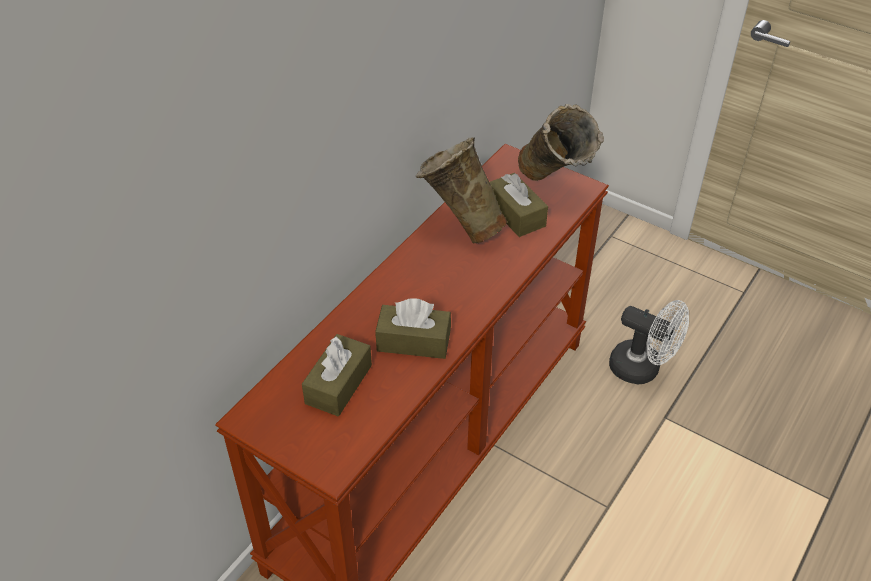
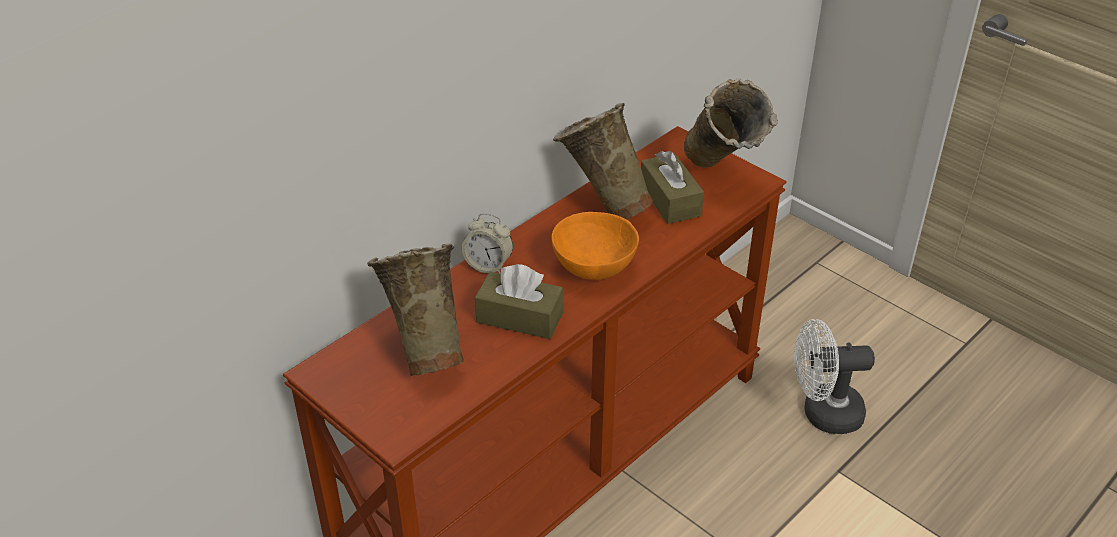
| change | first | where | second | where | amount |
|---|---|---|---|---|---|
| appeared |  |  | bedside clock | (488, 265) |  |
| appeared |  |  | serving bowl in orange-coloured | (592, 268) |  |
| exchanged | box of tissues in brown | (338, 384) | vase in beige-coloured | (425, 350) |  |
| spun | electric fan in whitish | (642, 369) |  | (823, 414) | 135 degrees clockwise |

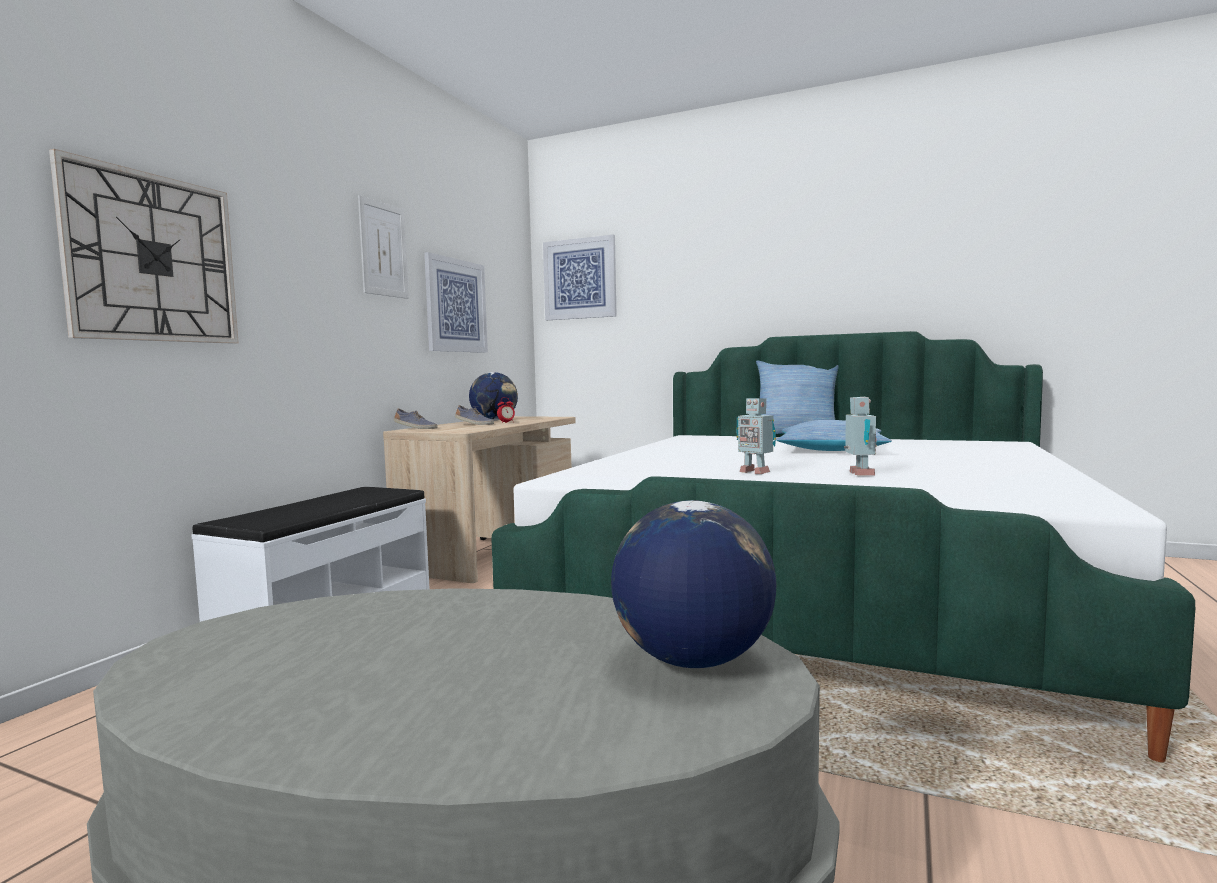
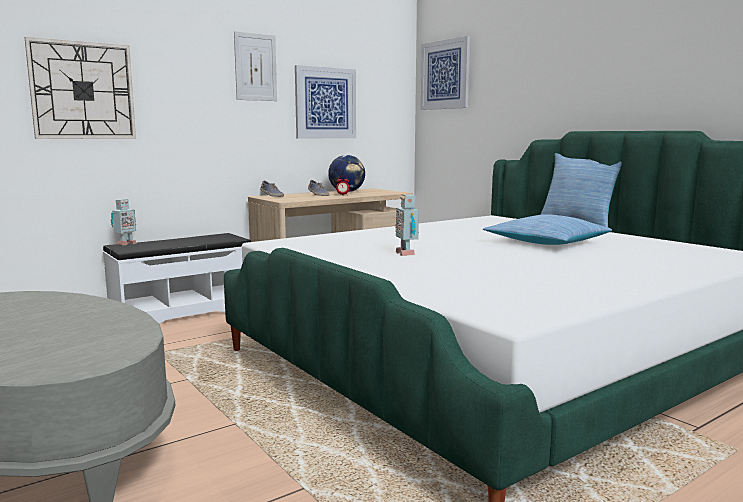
| change | first | where | second | where | amount |
|---|---|---|---|---|---|
| missing | world globe | (692, 660) |  |  |  |
| relocated | model robot | (859, 474) |  | (125, 244) |  |

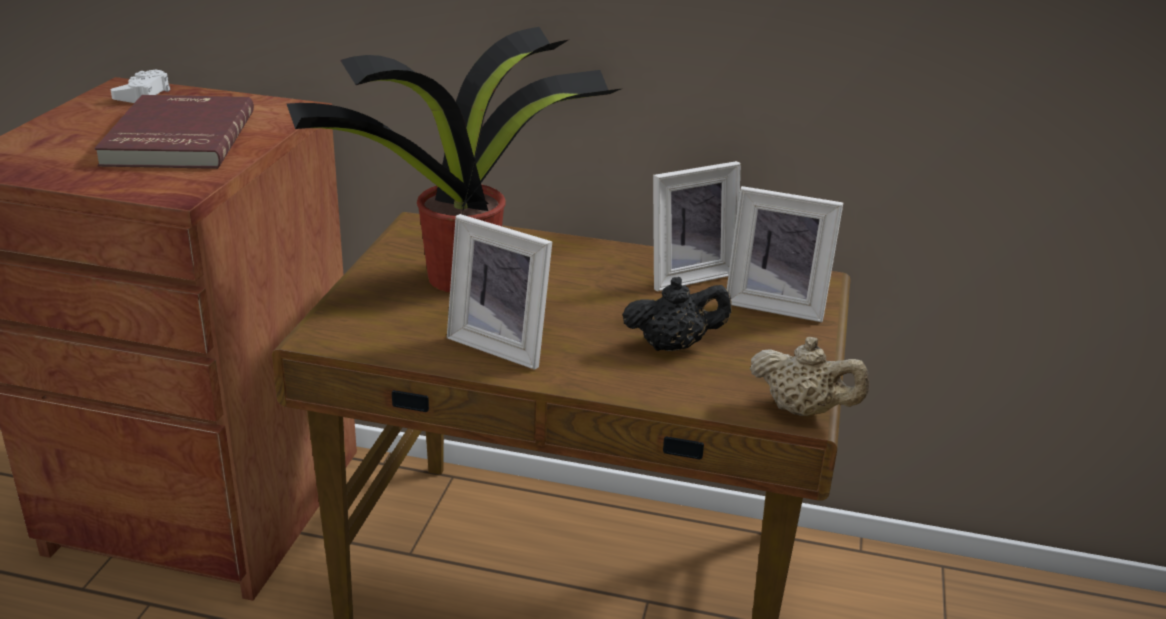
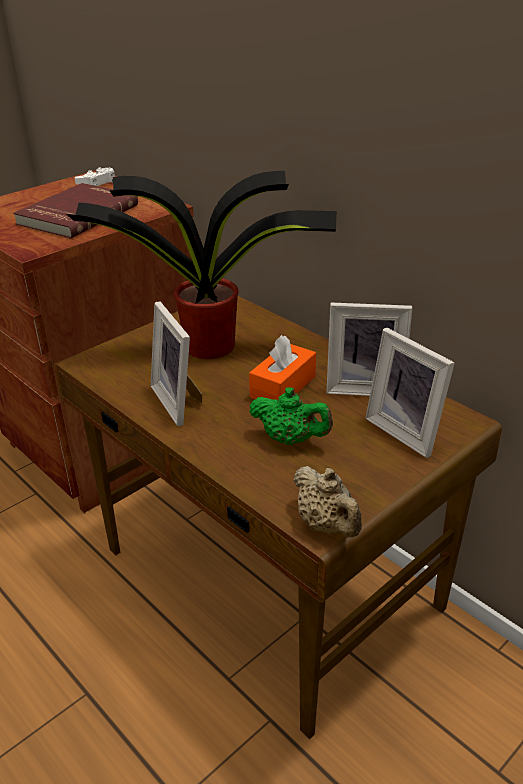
| change | first | where | second | where | amount |
|---|---|---|---|---|---|
| appeared |  |  | box of tissues in orange-coloured | (283, 387) |  |
| colour | teapot in black-coloured | (673, 346) | teapot in green-coloured | (290, 439) |  |

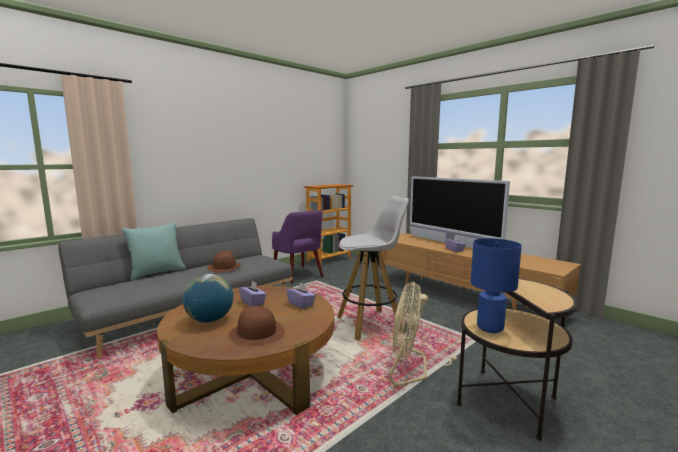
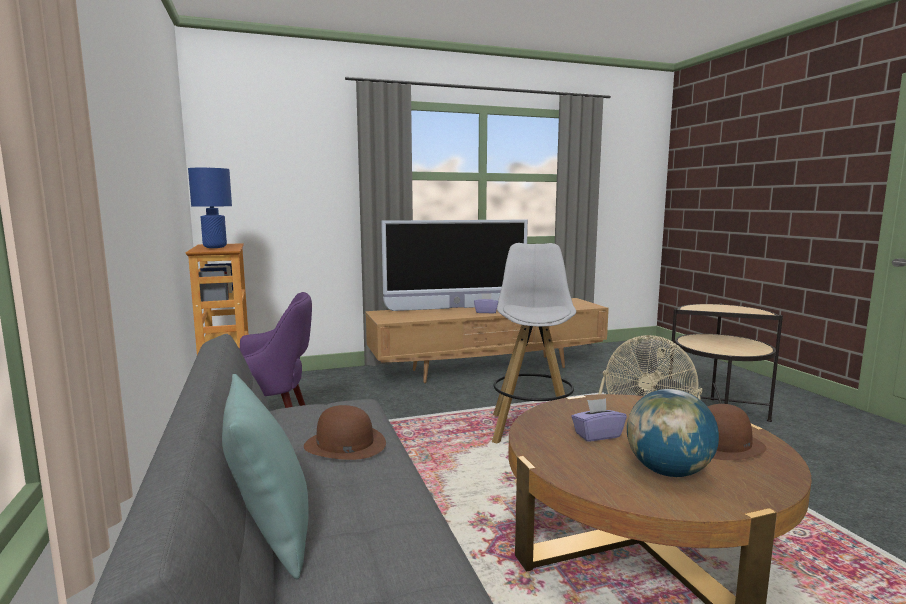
| change | first | where | second | where | amount |
|---|---|---|---|---|---|
| missing | box of tissues in purplish | (301, 304) |  |  |  |
| relocated | tabletop lamp in blue-coloured | (490, 330) |  | (215, 248) |  |

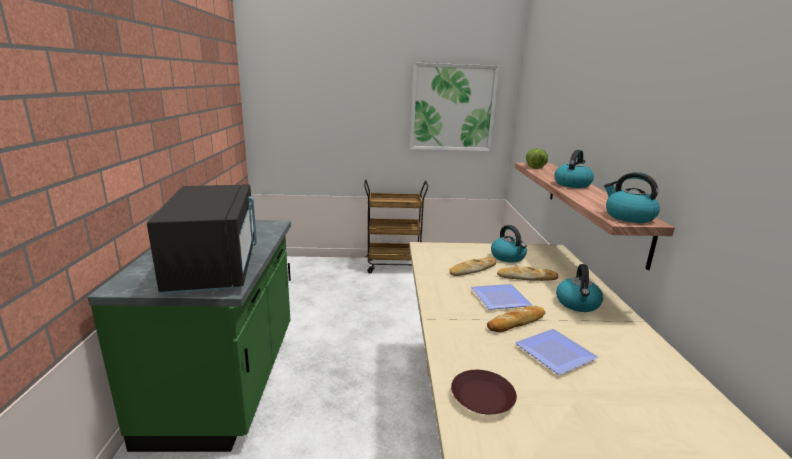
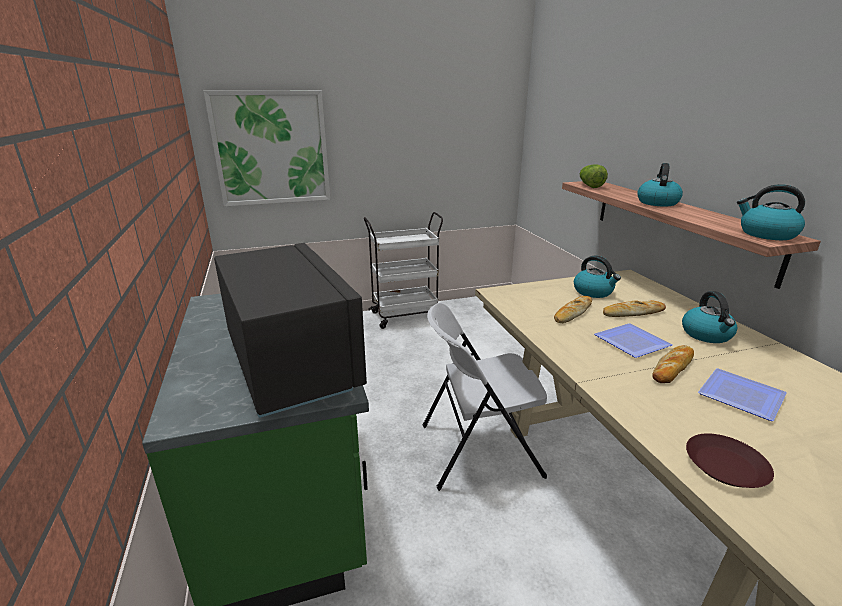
| change | first | where | second | where | amount |
|---|---|---|---|---|---|
| appeared |  |  | plain chair in whitish | (479, 449) |  |
| relocated | wall art | (452, 108) |  | (271, 148) |  |
| colour | trolley in brown | (393, 266) | trolley in whitish | (405, 316) |  |

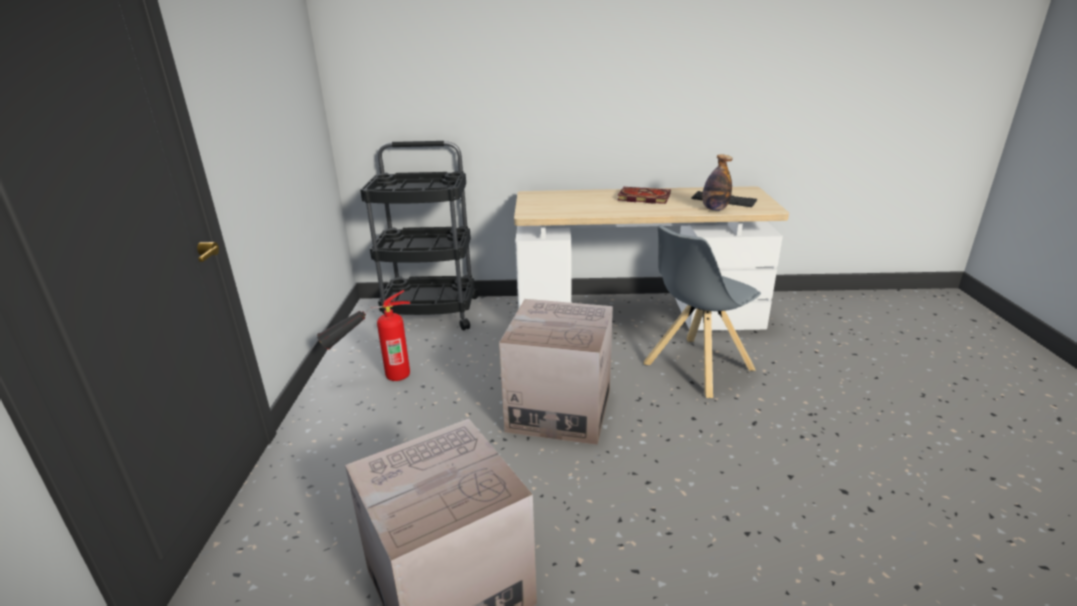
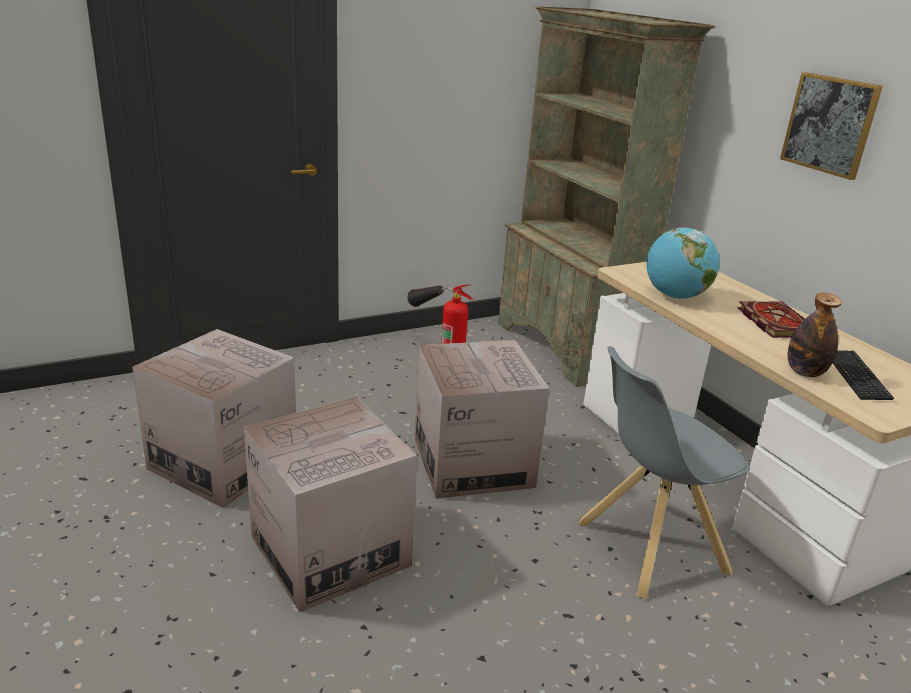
| change | first | where | second | where | amount |
|---|---|---|---|---|---|
| appeared |  |  | packing box | (330, 551) |  |
| appeared |  |  | world globe | (675, 296) |  |
| appeared |  |  | wall art | (830, 124) |  |
| exchanged | trolley in black-coloured | (430, 314) | shelving unit in green-coloured | (565, 347) |  |
| spun | plain chair in grey | (695, 367) |  | (647, 547) | 45 degrees counterclockwise |

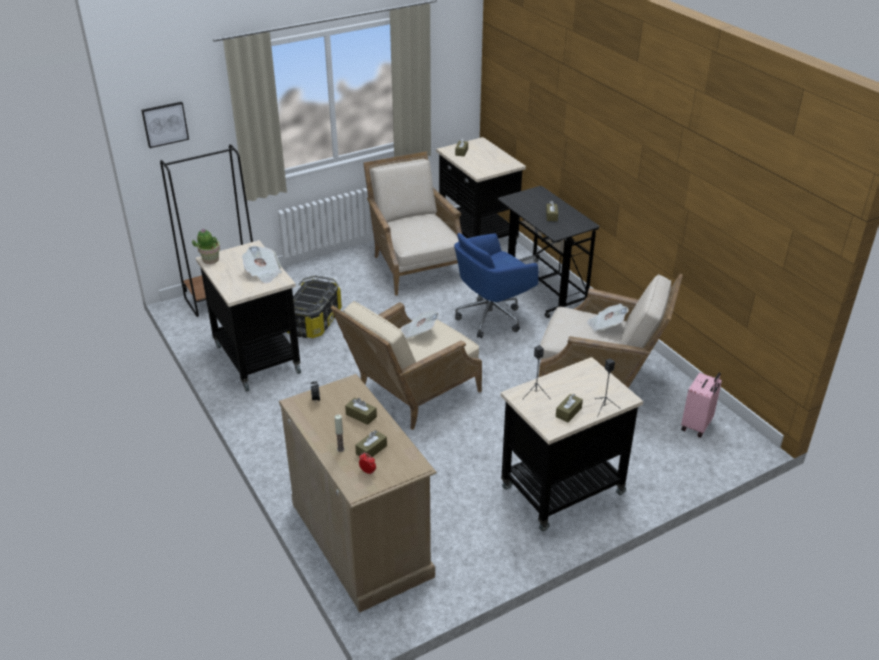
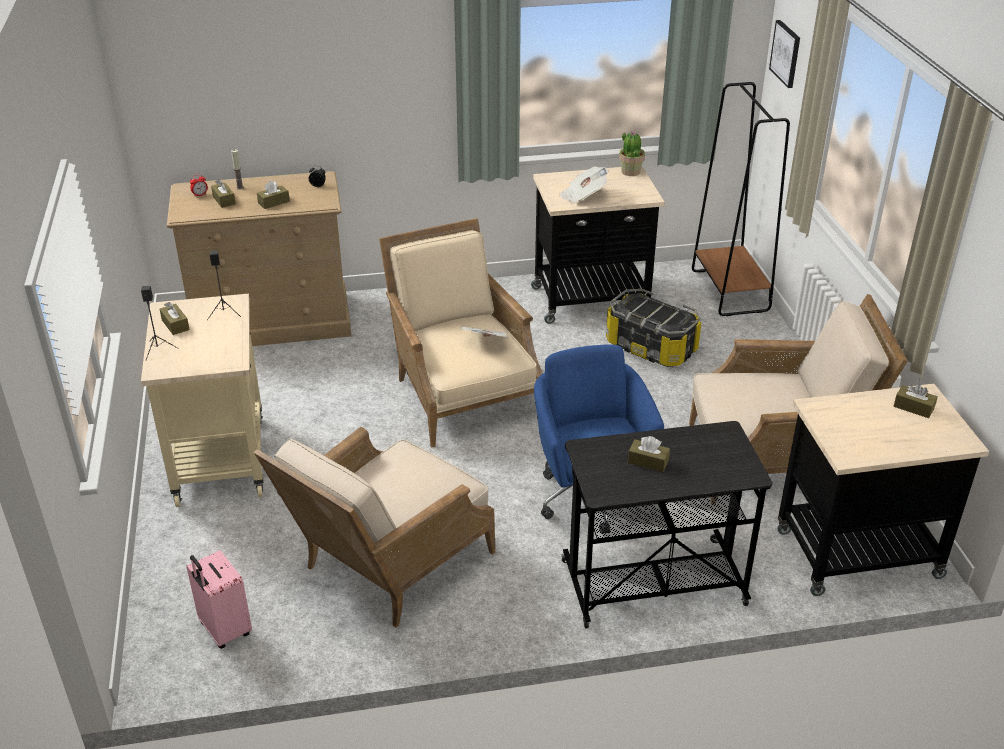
| change | first | where | second | where | amount |
|---|---|---|---|---|---|
| missing | newspaper | (605, 326) |  |  |  |
| colour | trolley in black-coloured | (562, 492) | trolley in beige-coloured | (220, 460) |  |

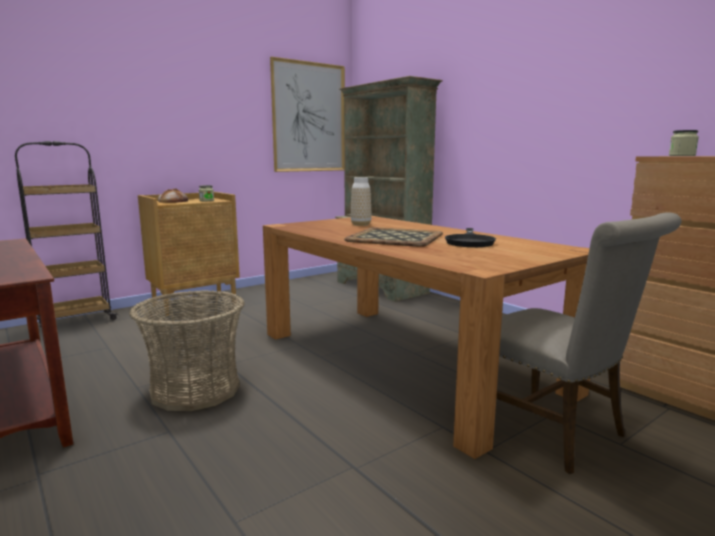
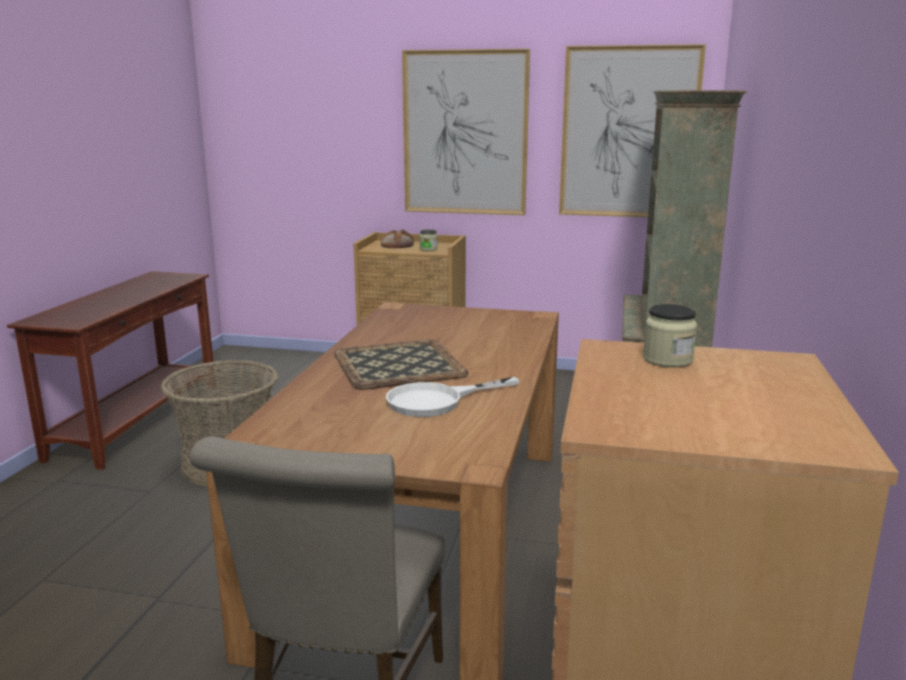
| change | first | where | second | where | amount |
|---|---|---|---|---|---|
| missing | trolley in brown | (77, 322) |  |  |  |
| missing | vase | (361, 224) |  |  |  |
| appeared |  |  | wall art | (465, 133) |  |
| colour | frying pan in black-coloured | (470, 241) | frying pan in whitish | (437, 400) |  |

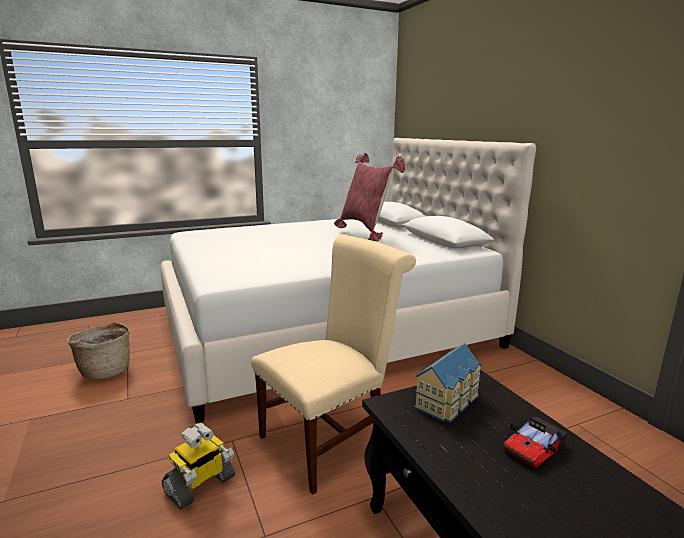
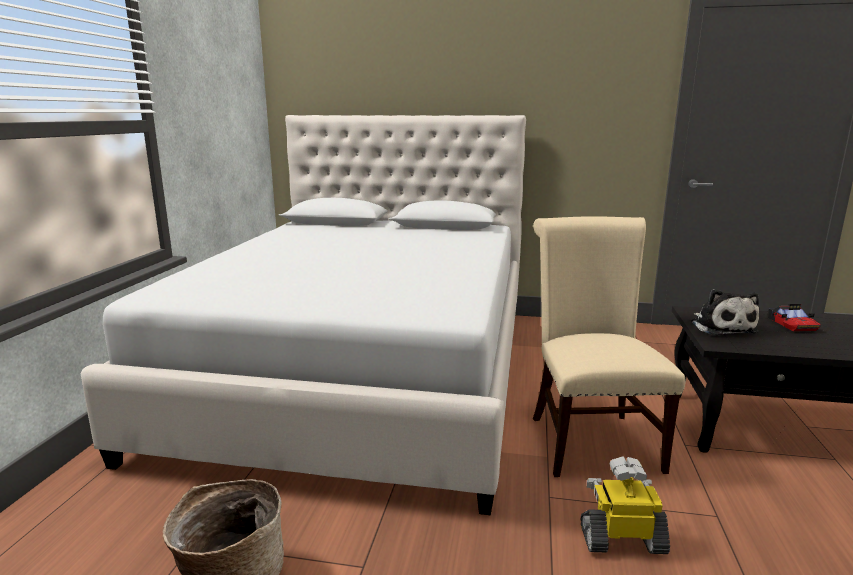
| change | first | where | second | where | amount |
|---|---|---|---|---|---|
| missing | cushion in red | (367, 236) |  |  |  |
| exchanged | miniature house | (449, 401) | soft toy | (721, 326) |  |
| spun | model robot | (200, 485) |  | (622, 539) | 75 degrees counterclockwise |

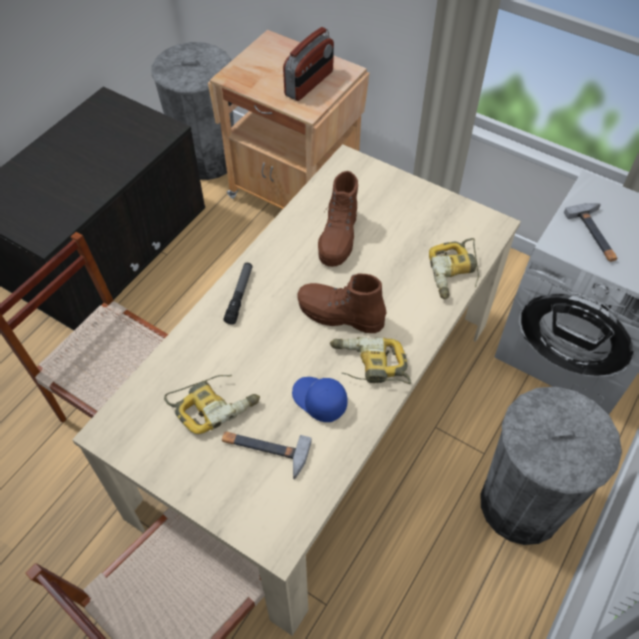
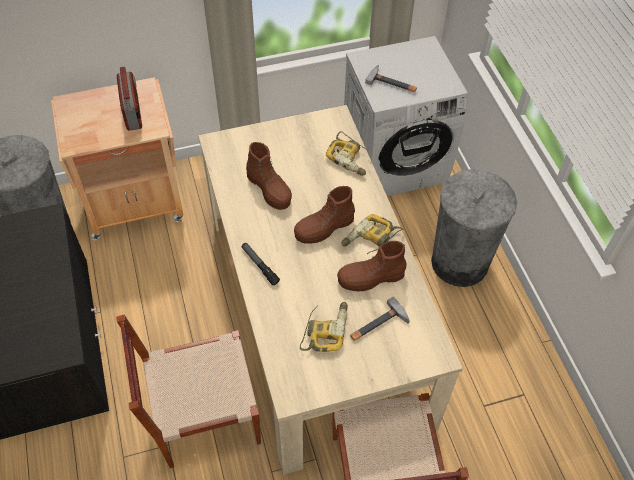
| change | first | where | second | where | amount |
|---|---|---|---|---|---|
| exchanged | baseball cap in blue-coloured | (318, 401) | tall boot in brown | (370, 278) |  |

